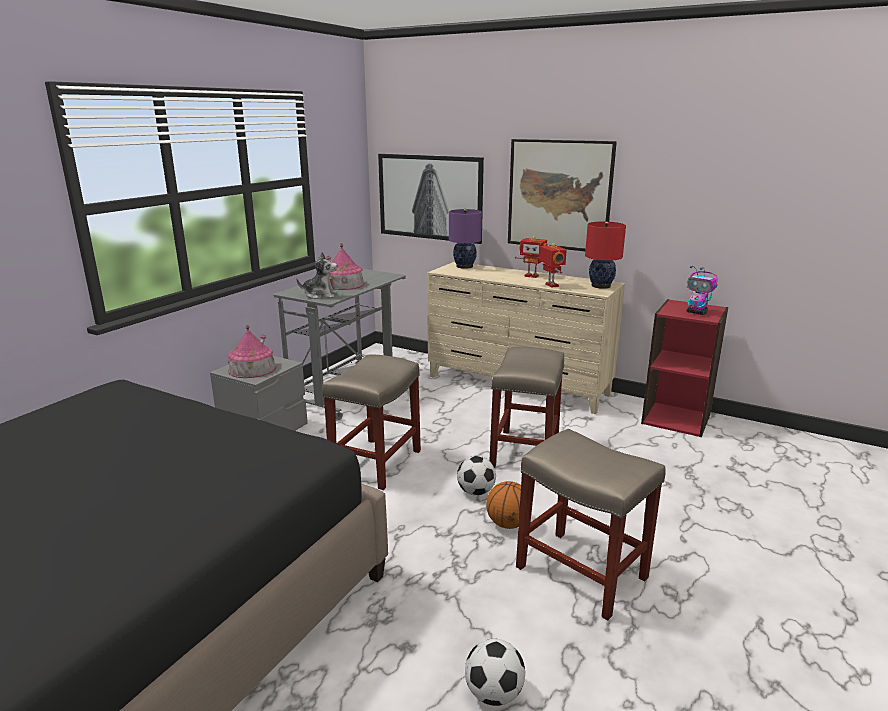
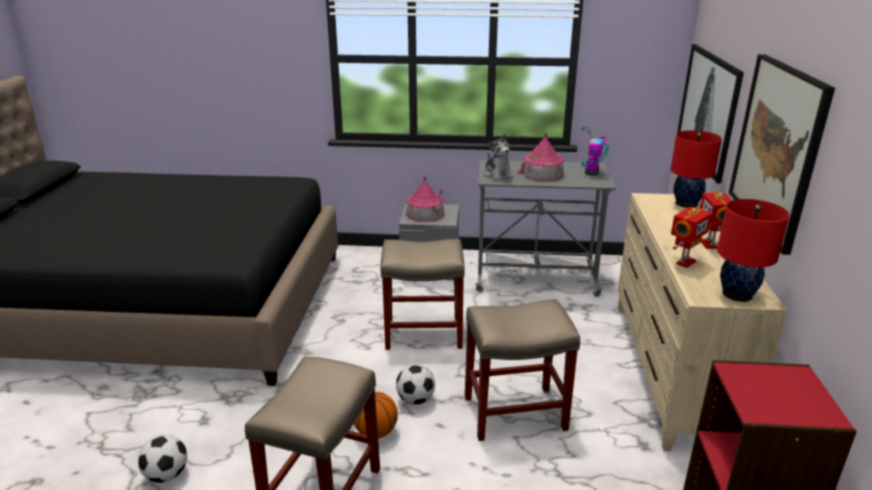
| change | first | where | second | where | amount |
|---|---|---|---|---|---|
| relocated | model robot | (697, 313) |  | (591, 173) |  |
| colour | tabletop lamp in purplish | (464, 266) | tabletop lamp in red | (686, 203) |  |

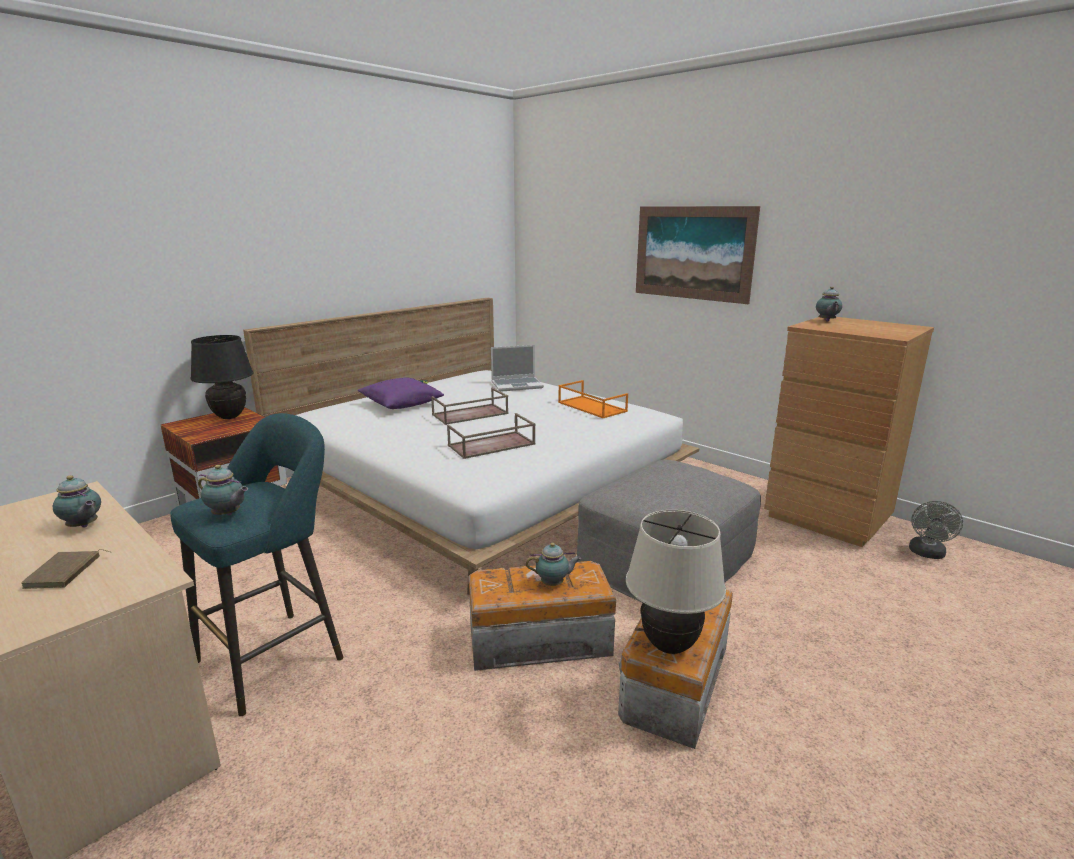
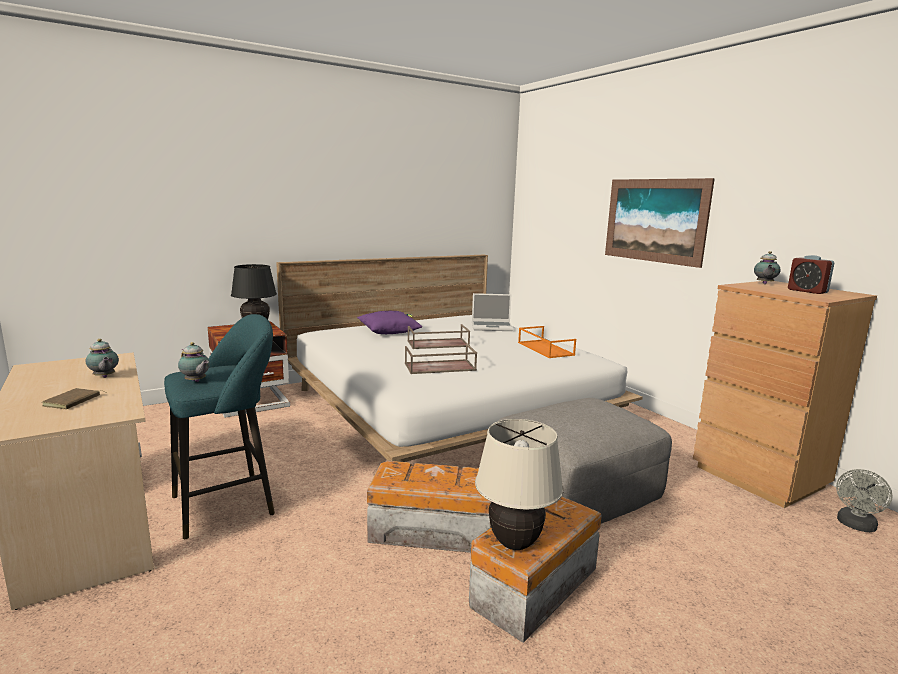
| change | first | where | second | where | amount |
|---|---|---|---|---|---|
| missing | teapot | (554, 584) |  |  |  |
| appeared |  |  | bedside clock | (807, 291) |  |

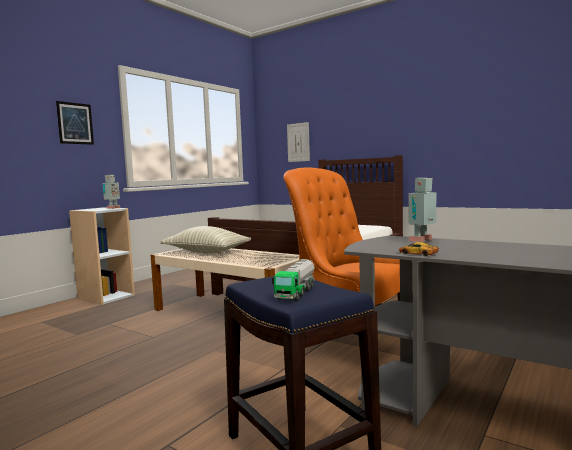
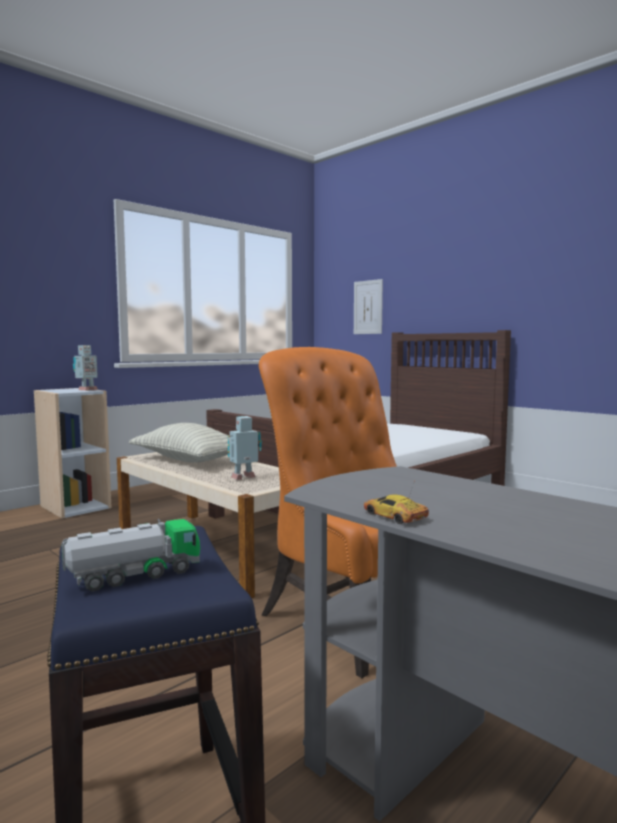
| change | first | where | second | where | amount |
|---|---|---|---|---|---|
| missing | wall art | (75, 123) |  |  |  |
| relocated | model robot | (423, 240) |  | (244, 478) |  |
| spun | toy lorry | (296, 292) |  | (135, 576) | 150 degrees counterclockwise |

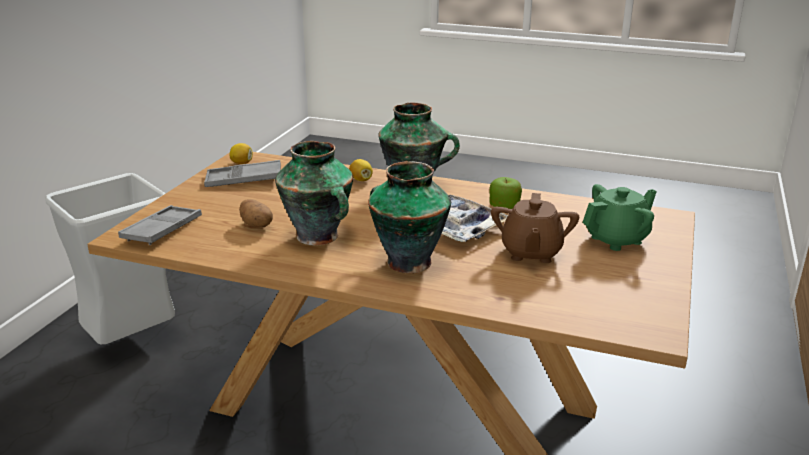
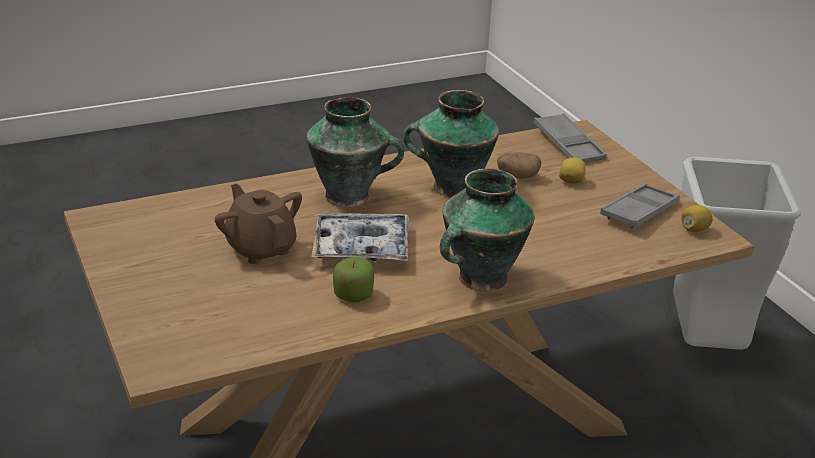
| change | first | where | second | where | amount |
|---|---|---|---|---|---|
| missing | teapot in green-coloured | (617, 239) |  |  |  |
| relocated | citrus fruit | (361, 180) |  | (571, 181) |  |

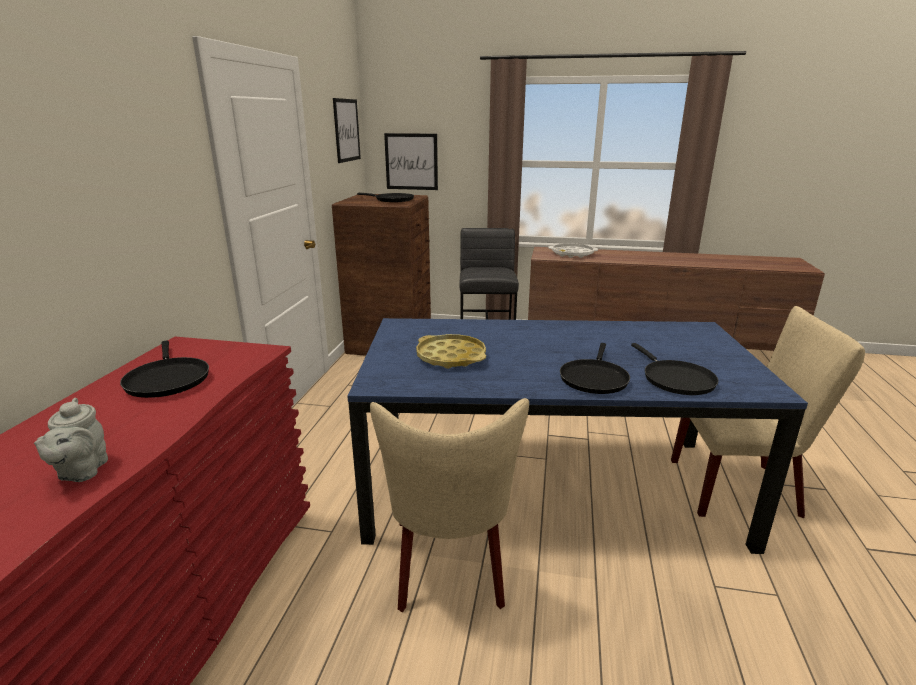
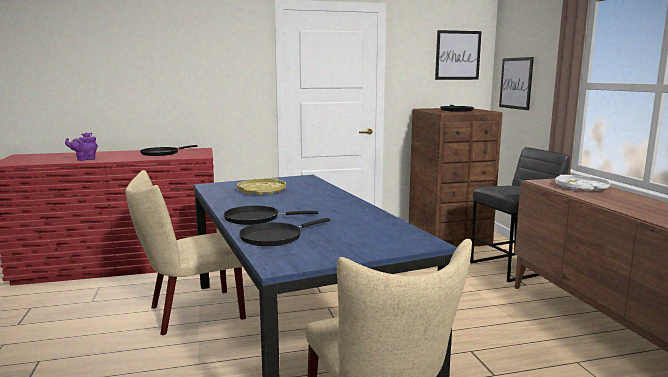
| change | first | where | second | where | amount |
|---|---|---|---|---|---|
| colour | teapot in grey | (81, 471) | teapot in purplish | (84, 159) |  |

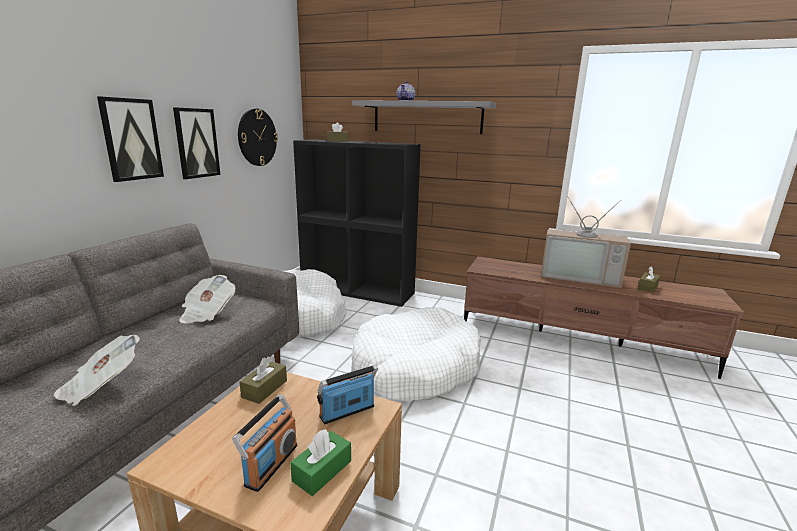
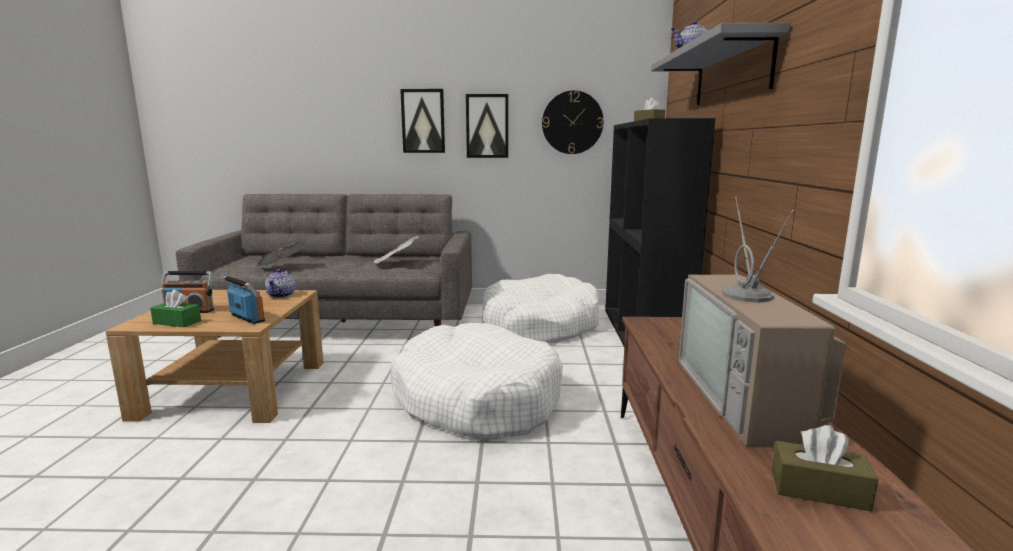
| change | first | where | second | where | amount |
|---|---|---|---|---|---|
| exchanged | box of tissues in brown | (264, 389) | teapot | (281, 295) |  |

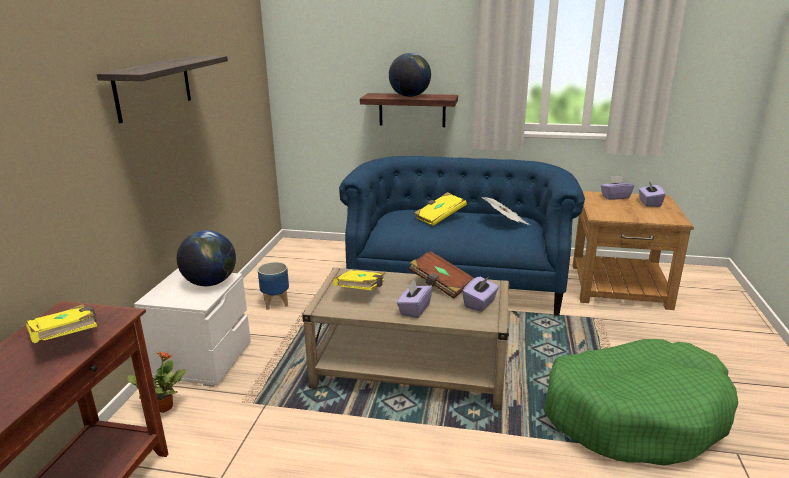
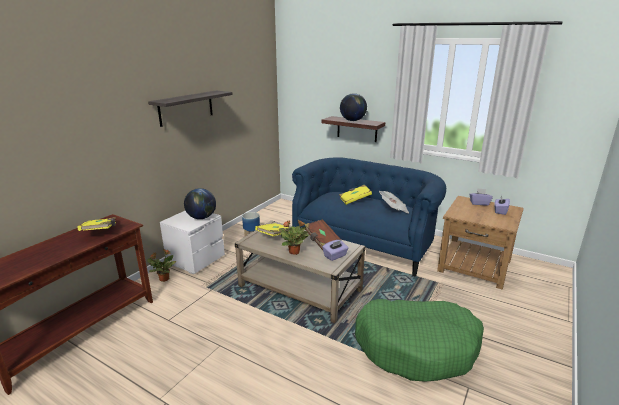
| change | first | where | second | where | amount |
|---|---|---|---|---|---|
| exchanged | box of tissues in purplish | (414, 310) | houseplant | (294, 252) |  |

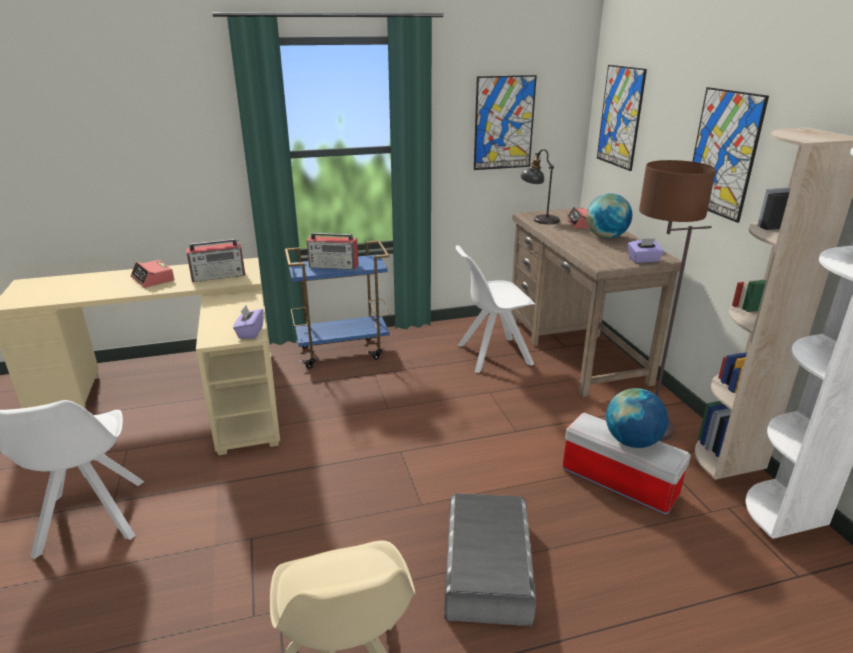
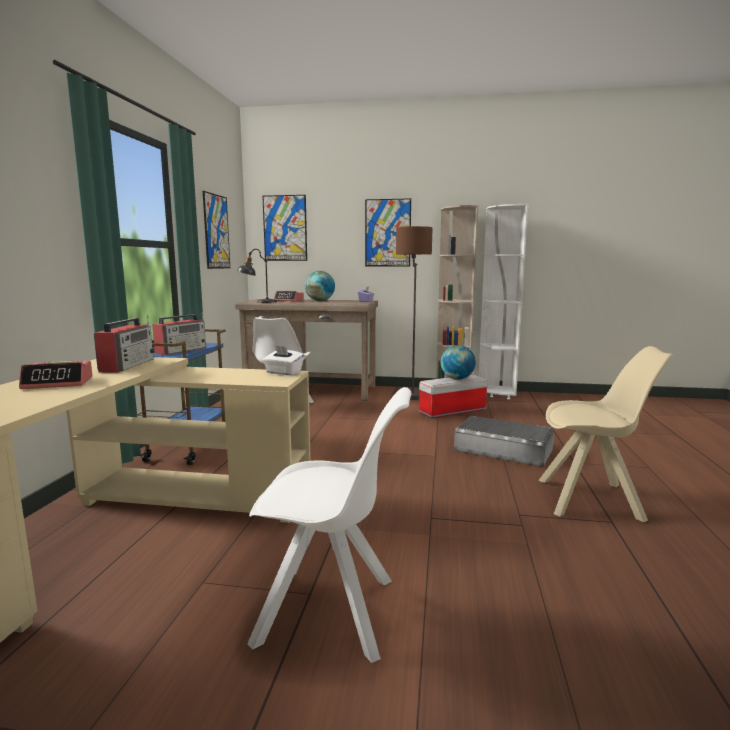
| change | first | where | second | where | amount |
|---|---|---|---|---|---|
| colour | box of tissues in purplish | (250, 332) | box of tissues in whitish | (283, 373) |  |

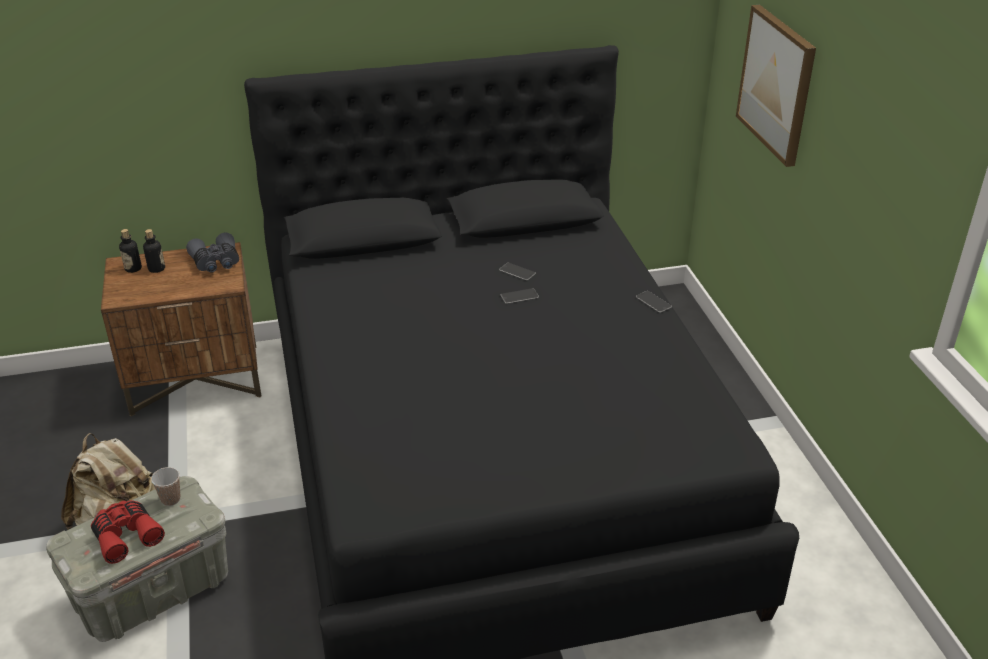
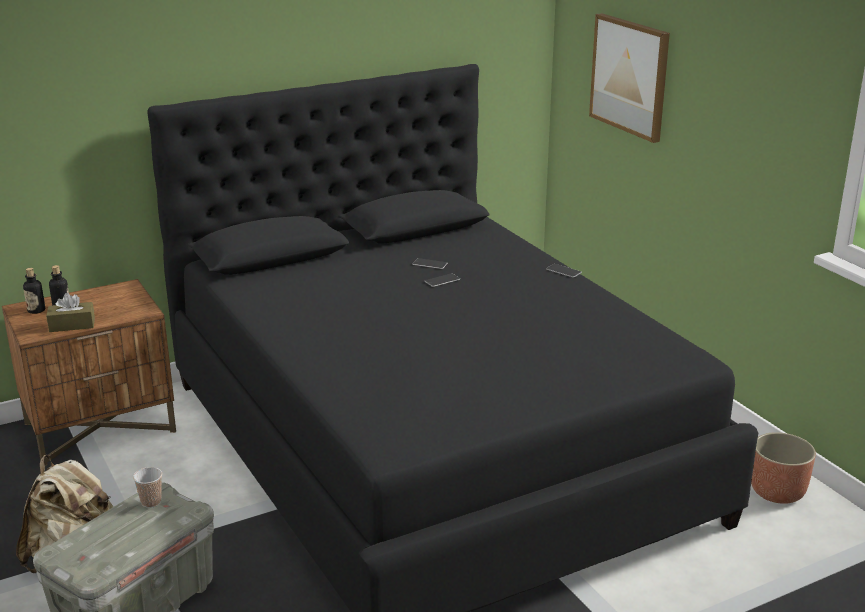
| change | first | where | second | where | amount |
|---|---|---|---|---|---|
| missing | binoculars in red | (126, 535) |  |  |  |
| missing | binoculars in grey | (216, 262) |  |  |  |
| appeared |  |  | box of tissues in brown | (72, 325) |  |
| appeared |  |  | planter | (777, 491) |  |

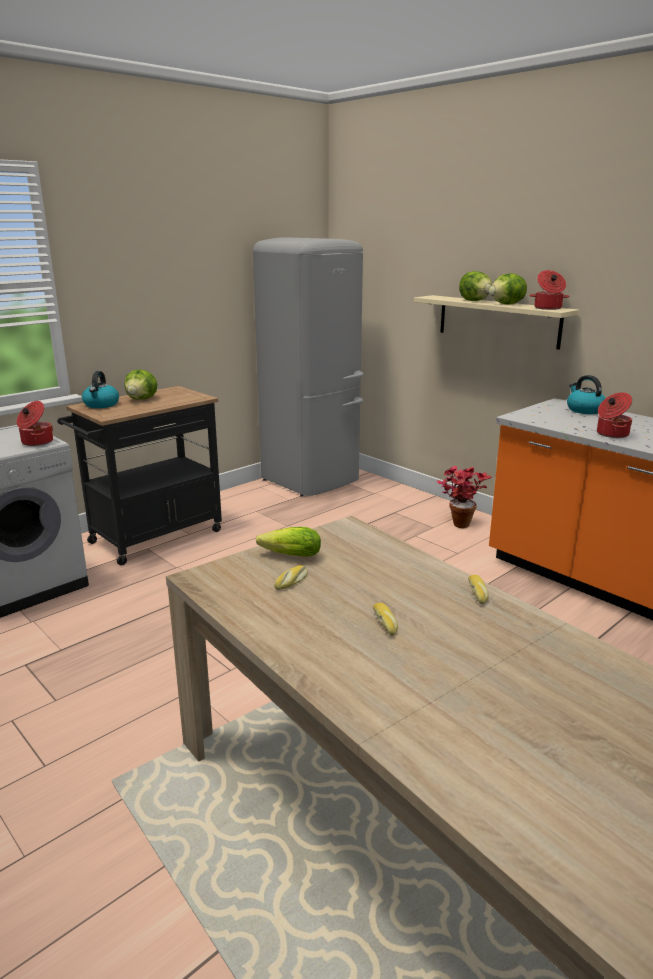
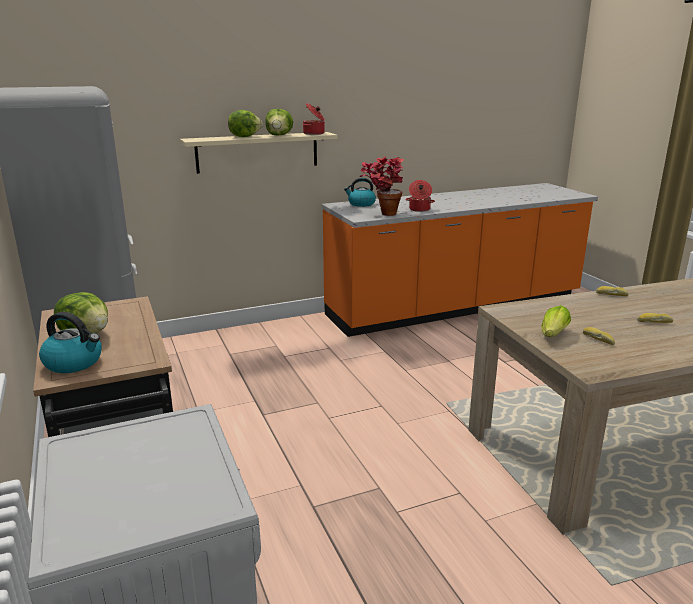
| change | first | where | second | where | amount |
|---|---|---|---|---|---|
| missing | cooking pot | (36, 442) |  |  |  |
| relocated | houseplant | (459, 522) |  | (382, 213) |  |

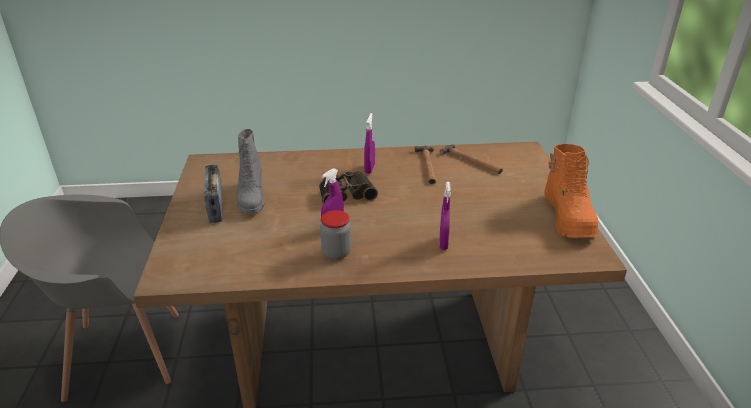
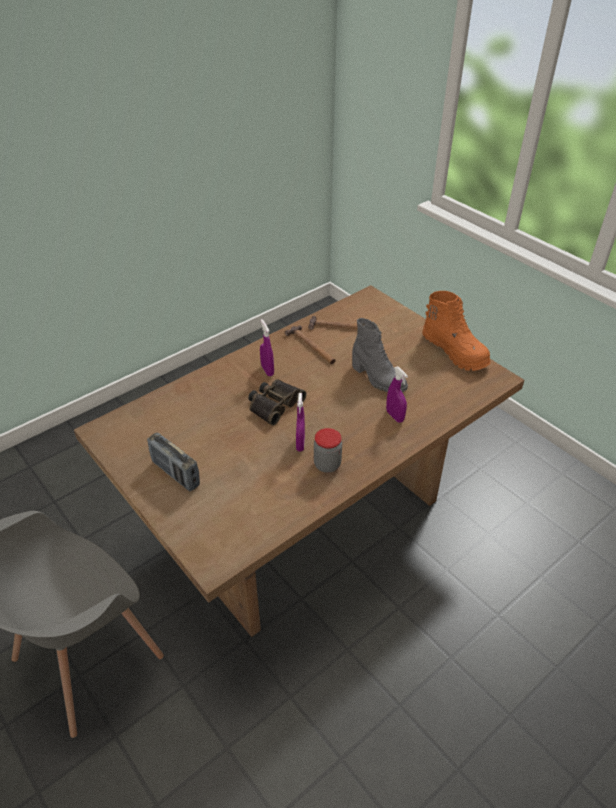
| change | first | where | second | where | amount |
|---|---|---|---|---|---|
| relocated | tall boot in grey | (251, 198) |  | (377, 379) |  |

